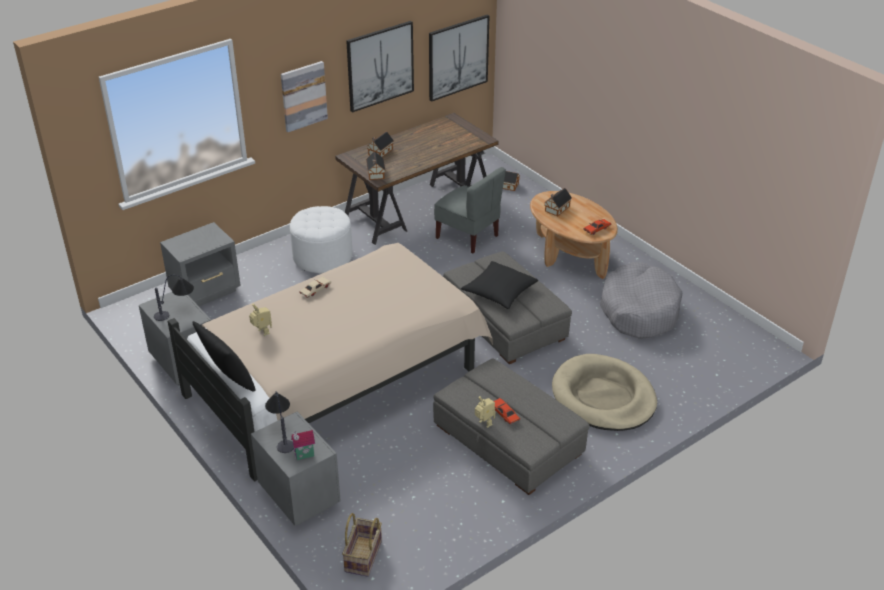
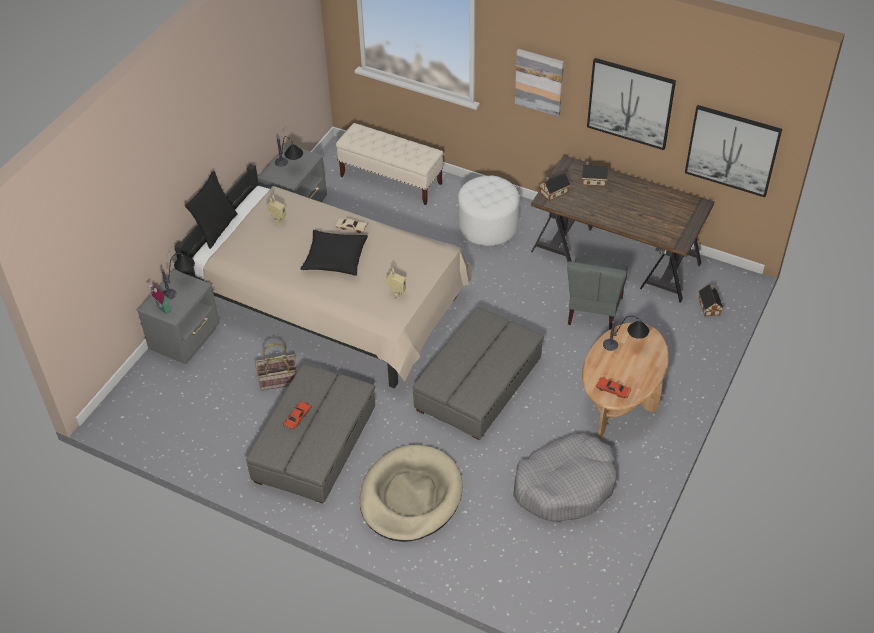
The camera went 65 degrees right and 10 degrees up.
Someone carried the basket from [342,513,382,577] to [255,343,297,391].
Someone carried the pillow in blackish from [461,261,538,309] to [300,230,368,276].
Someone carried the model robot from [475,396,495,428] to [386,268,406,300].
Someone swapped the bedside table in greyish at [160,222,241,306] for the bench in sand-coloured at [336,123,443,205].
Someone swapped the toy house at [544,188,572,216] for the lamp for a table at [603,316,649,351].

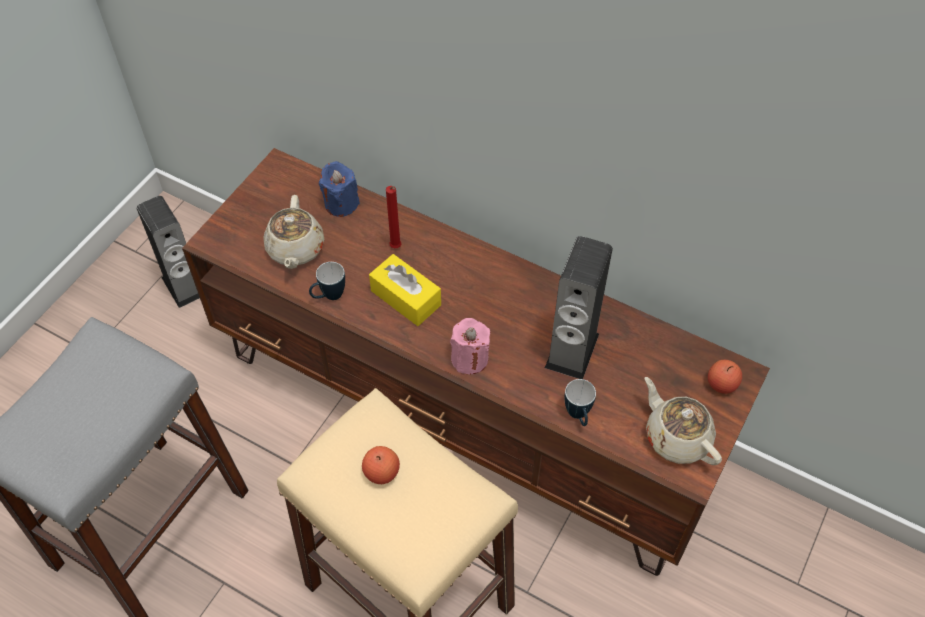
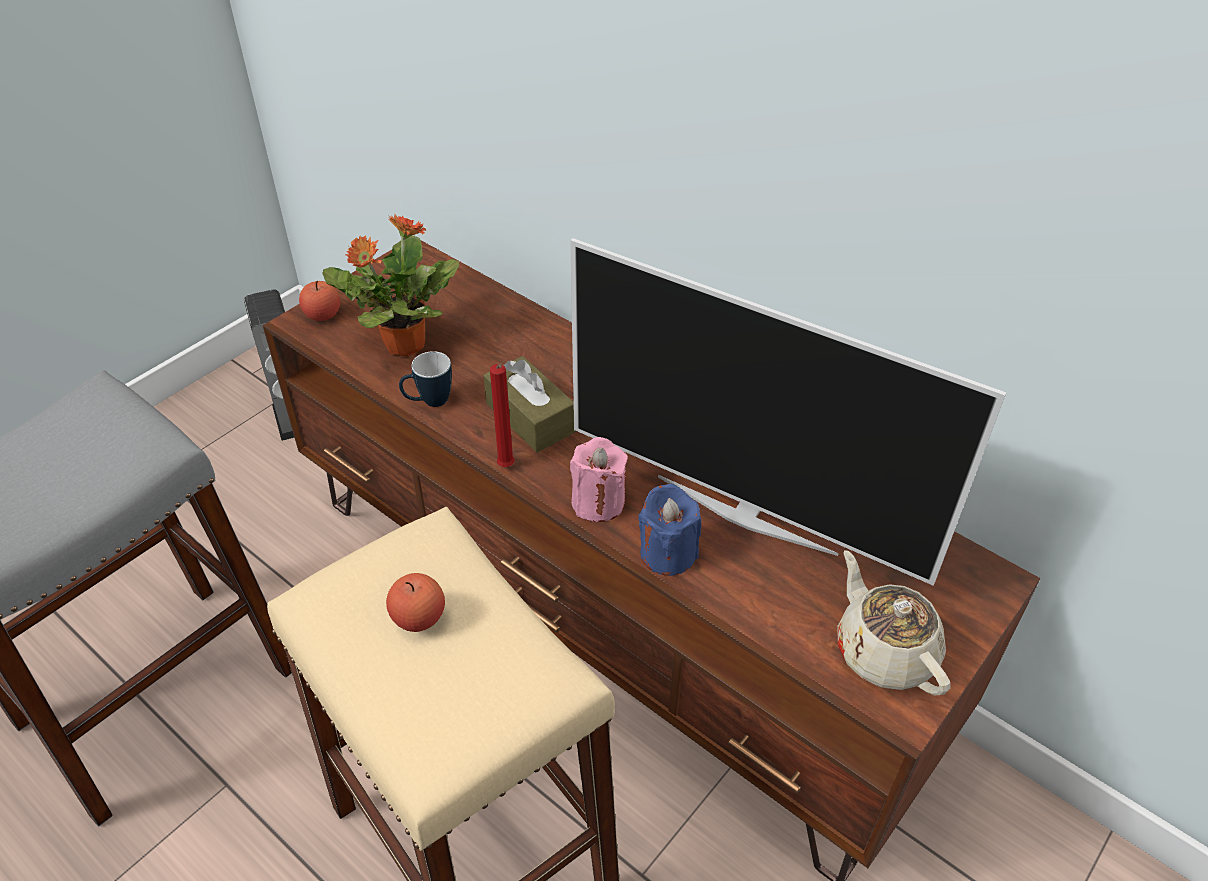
The camera went 10 degrees right and 10 degrees down.
Someone took away the mug at [565,379,596,426].
Someone carried the wax candle in blue from [319,161,360,217] to [638,484,701,576].
Someone carried the wax candle in red-coloured from [386,186,401,248] to [490,364,515,467].
Someone carried the apple from [708,360,742,394] to [299,281,340,321].
Someone swapped the teapot in sand-coloured at [263,195,324,269] for the houseplant at [322,215,459,357].
Someone swapped the loudspeaker at [545,236,613,379] for the television at [570,238,1006,586].
Someone repainted the box of tissues in yellow-coloured at [369,254,441,326], which became the box of tissues in brownish at [483,356,576,453].

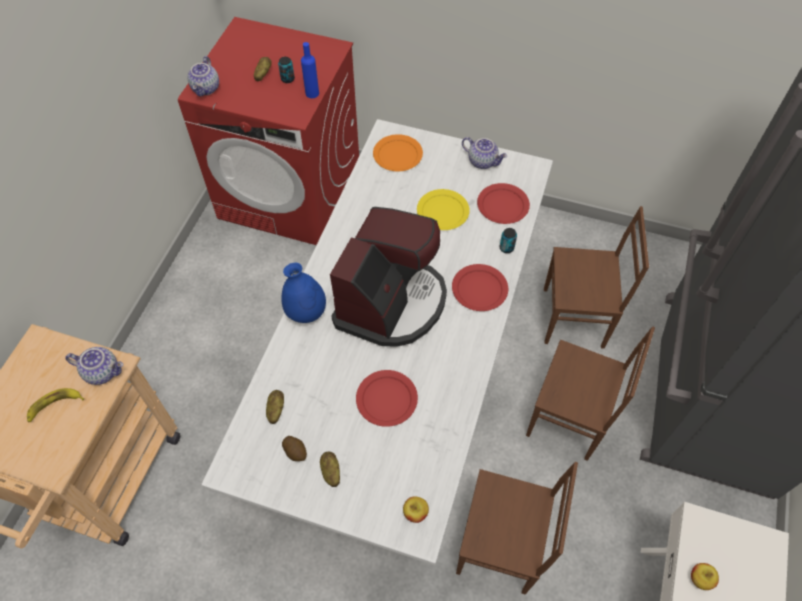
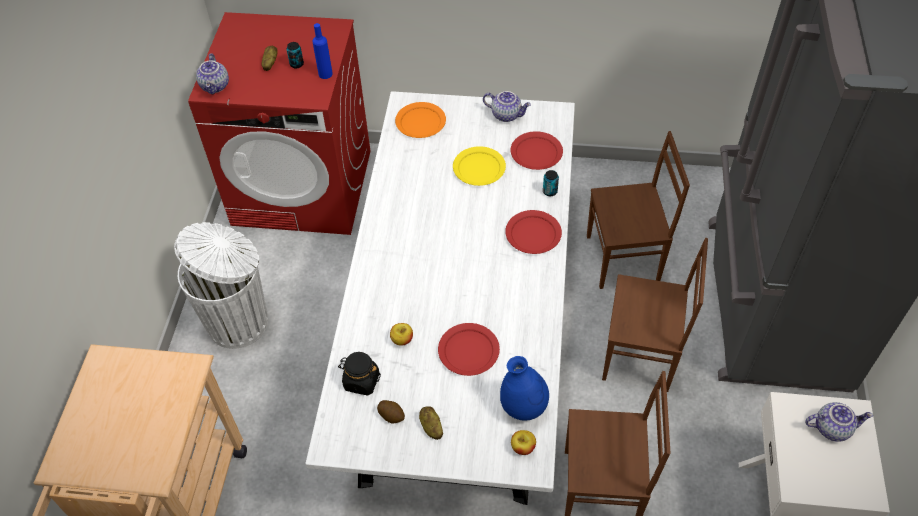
The camera went 10 degrees left and 5 degrees down.
Someone took away the banana at [27,388,84,422].
Someone took away the coffee brewer at [330,207,447,347].
Someone put down the trash can in whitish at [174,222,268,349].
Someone carried the teapot from [65,347,123,385] to [805,402,873,442].
Someone carried the flower vase in blue from [281,263,326,323] to [500,356,549,421].
Someone carried the apple from [691,563,719,590] to [390,323,413,346].
Someone swapped the whole potato at [266,390,284,424] for the jar in blackish at [338,352,381,396].

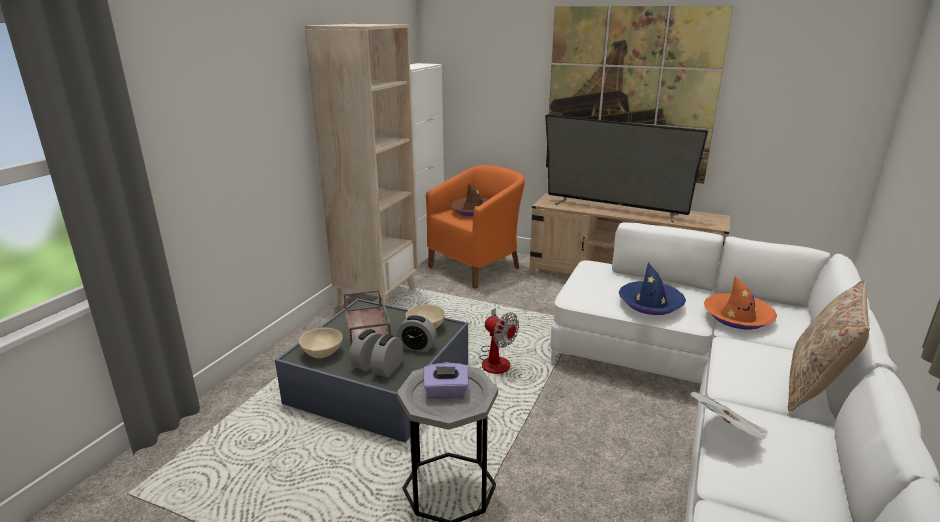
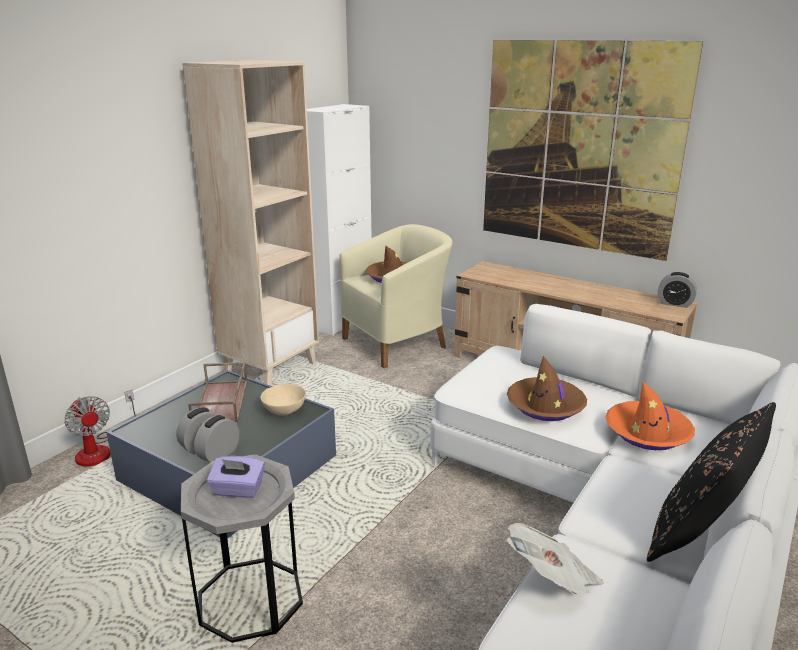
The camera went 10 degrees right and 0 degrees up.
Someone took away the deep dish in sand-coloured at [299,328,343,358].
Someone took away the television at [545,114,708,223].
Someone carried the alarm clock from [397,315,437,352] to [658,272,697,308].
Someone carried the cooling fan from [479,308,519,374] to [64,390,136,467].
Someone repainted the lounge chair in orange-coloured at [426,165,525,289], which became the lounge chair in sand-coloured at [339,224,452,368].
Someone repainted the clothing hat in blue at [619,263,686,315], which became the clothing hat in brownish at [507,356,587,421].
Someone repainted the pillow in sand-coloured at [788,280,870,412], which became the pillow in blackish at [647,402,776,562].

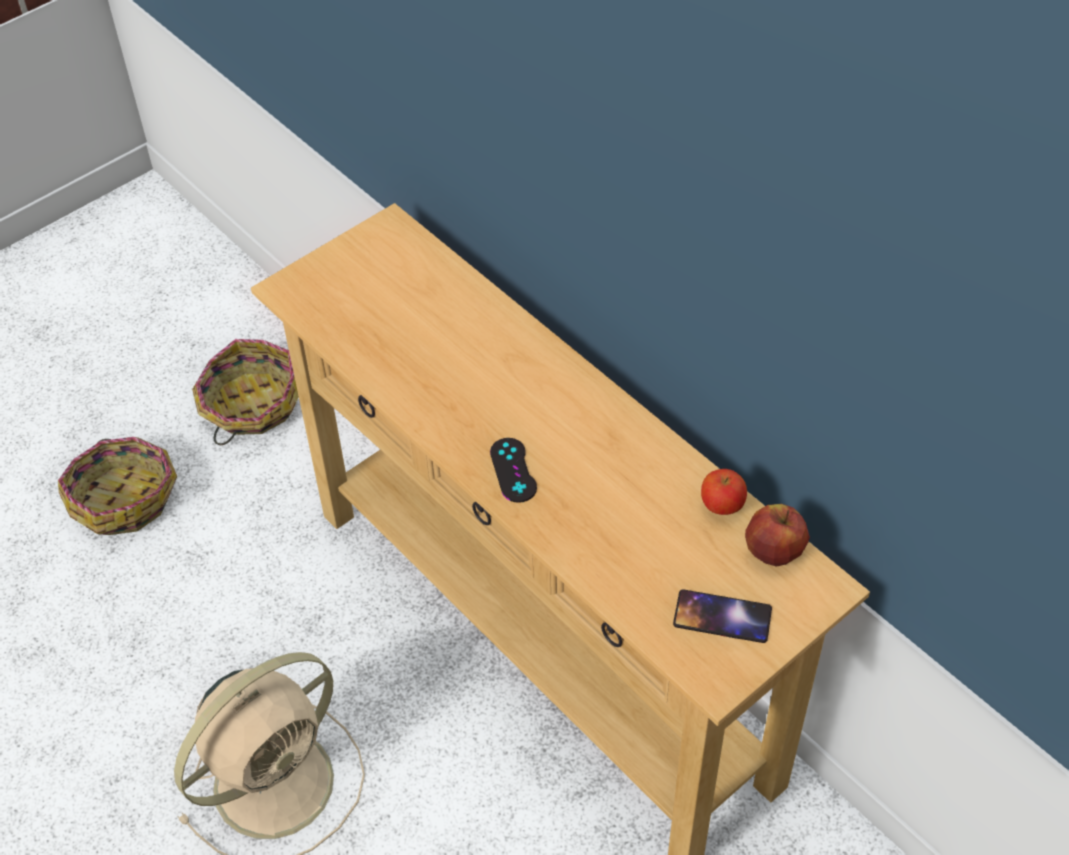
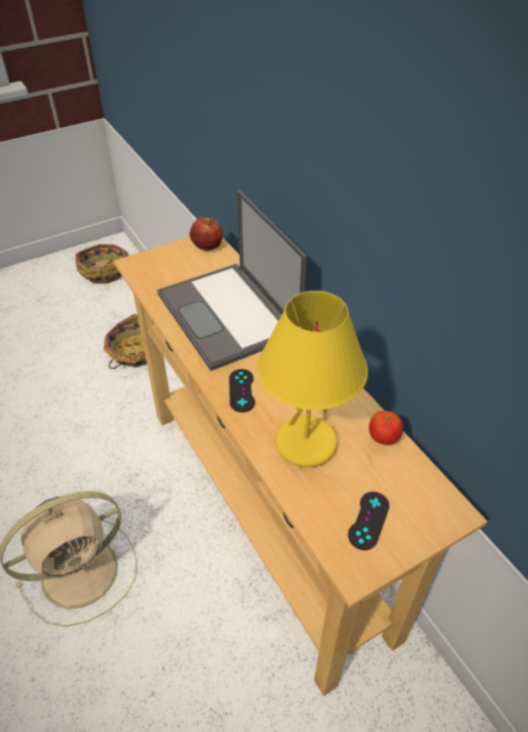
The camera went 10 degrees right and 5 degrees down.
Someone put down the laptop at [157,190,307,371].
Someone put down the lamp for a table in yellow-coloured at [257,291,368,467].
Someone carried the basket from [58,437,177,535] to [75,244,129,284].
Someone carried the apple from [745,504,810,567] to [189,218,223,250].
Someone swapped the handset at [673,589,772,643] for the gamepad in blackish at [348,492,390,550].

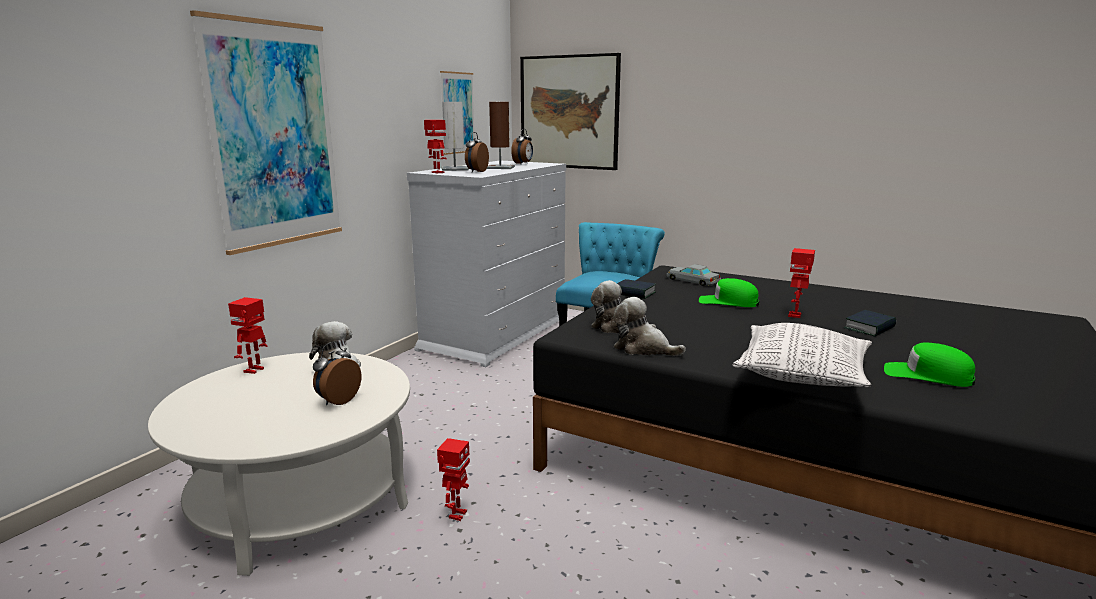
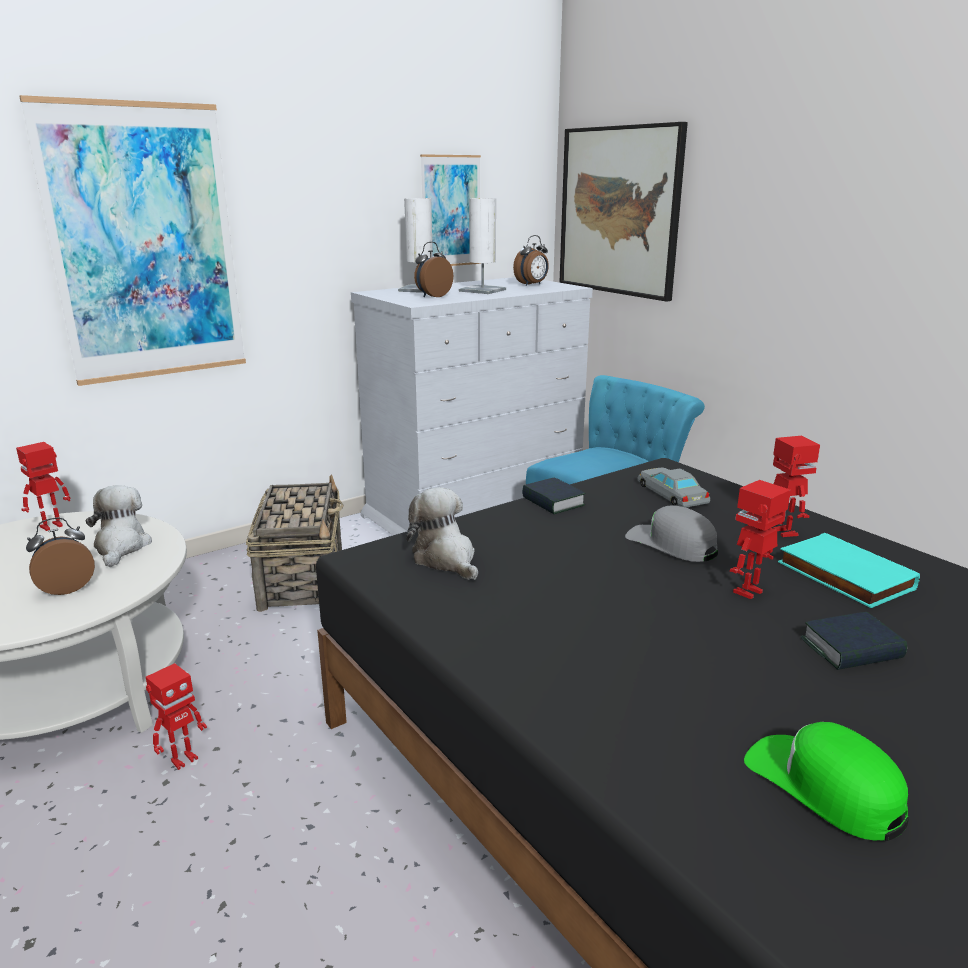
The camera went 25 degrees right and 5 degrees up.
Someone took away the plush toy at [613,297,686,356].
Someone took away the pillow at [733,323,872,387].
Someone put down the basket at [246,475,344,612].
Someone put down the volume in turquoise at [778,533,920,608].
Someone carried the model robot from [424,120,447,173] to [773,436,820,537].
Someone repainted the lamp for a table in brownish at [487,102,515,169], which became the lamp for a table in whitish at [459,198,506,294].
Someone repainted the baseball cap in green at [699,278,759,307], which became the baseball cap in greyish at [625,505,718,562].

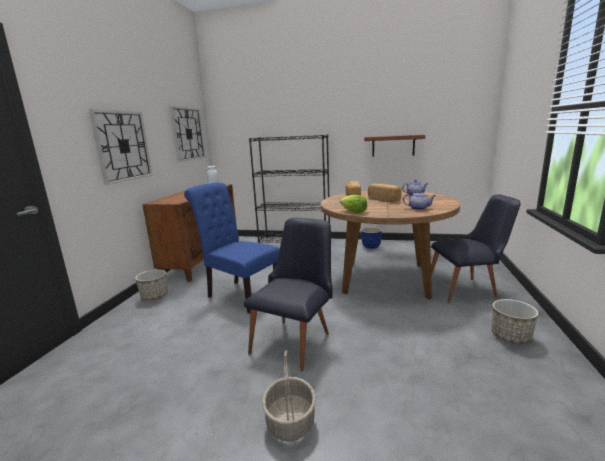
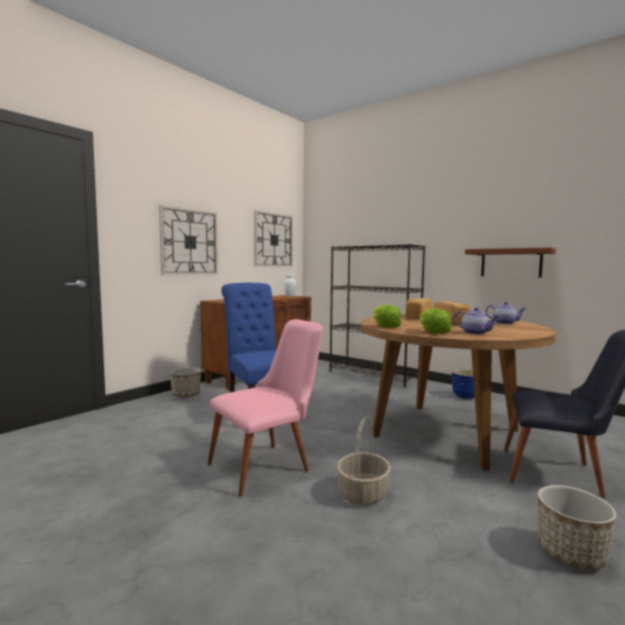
The camera went 25 degrees right and 10 degrees down.
Someone put down the lettuce head at [420,308,451,334].
Someone carried the basket from [262,350,316,442] to [337,416,391,506].
Someone repainted the chair in blackish at [244,218,333,371], which became the chair in pinkish at [207,319,323,497].

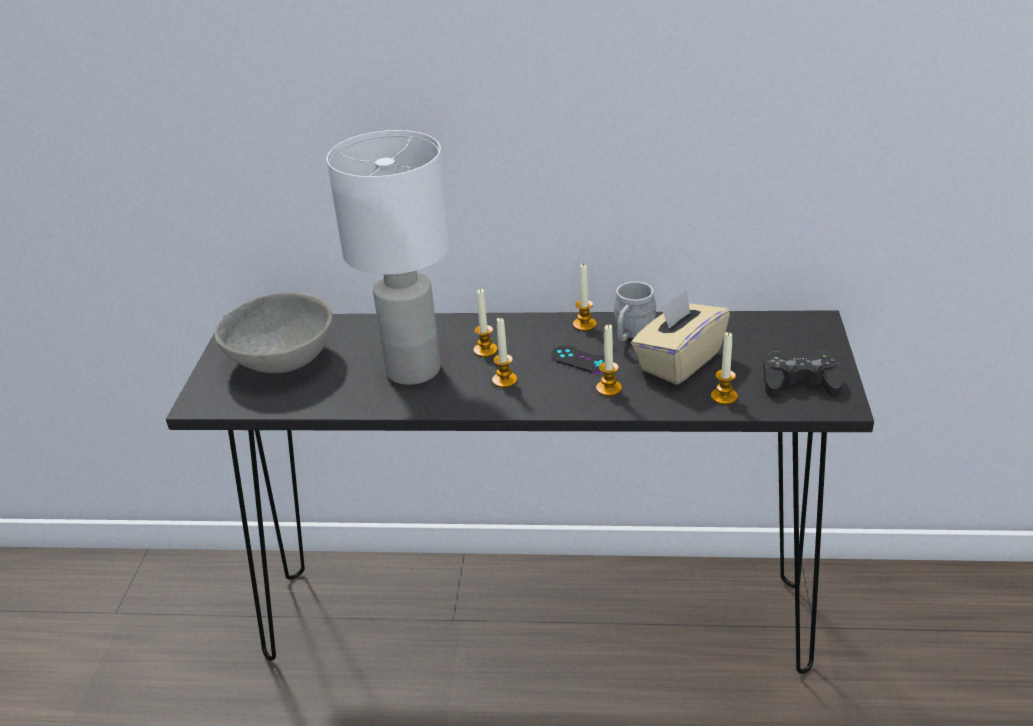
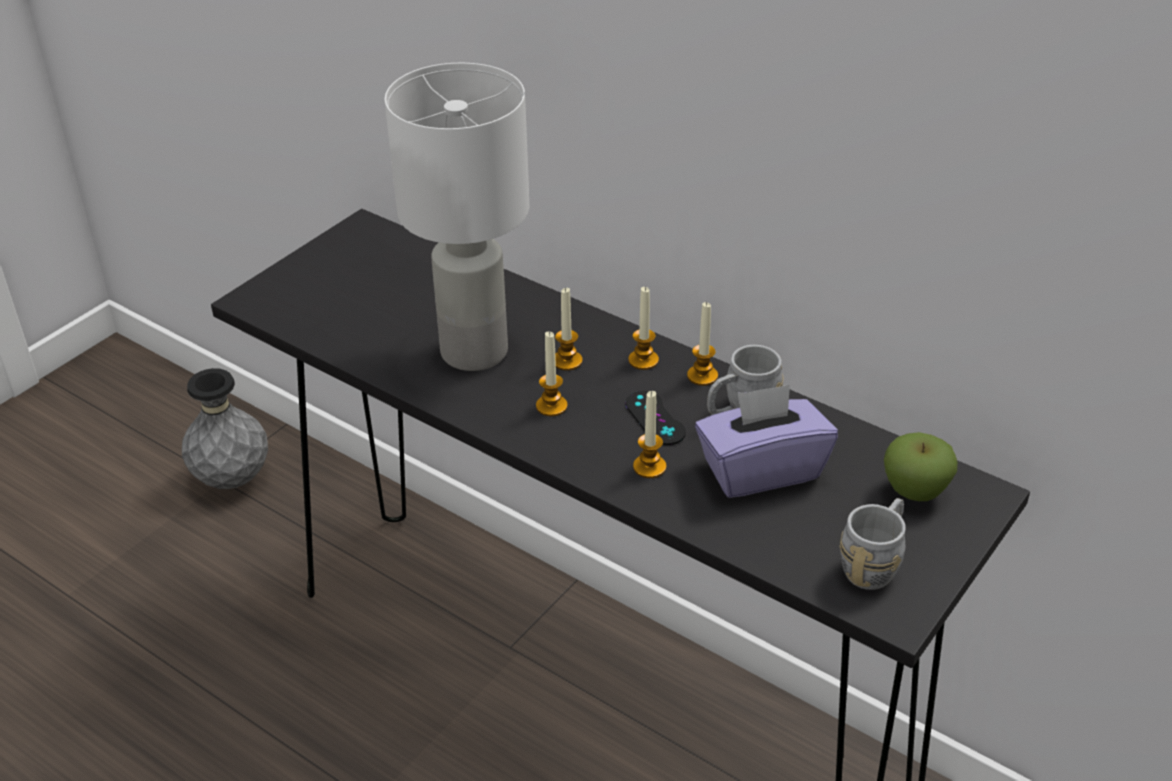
The camera went 30 degrees right and 5 degrees up.
Someone took away the deep dish in greyish at [214,293,333,373].
Someone put down the flower vase in greyish at [182,368,268,489].
Someone put down the apple at [884,432,958,501].
Someone carried the wax candle from [711,331,738,405] to [628,286,659,370].
Someone swapped the gamepad in blackish at [763,351,843,398] for the mug in greyish at [840,498,906,590].
Someone repainted the box of tissues in sand-coloured at [631,289,730,385], which became the box of tissues in purplish at [695,384,838,498].

